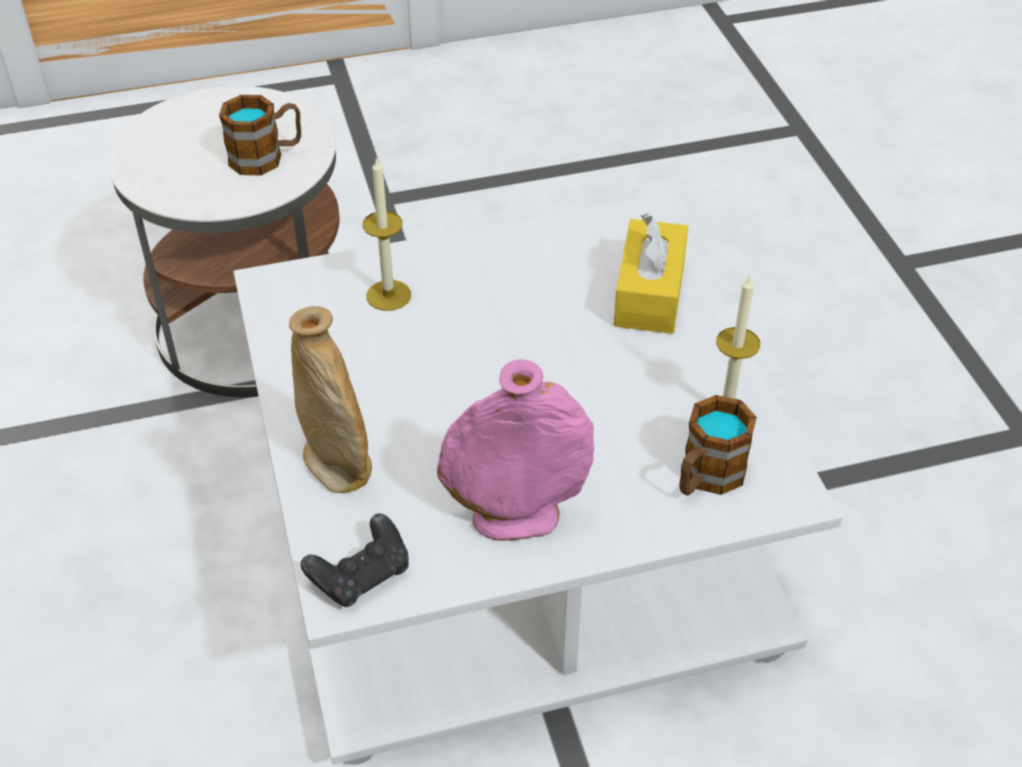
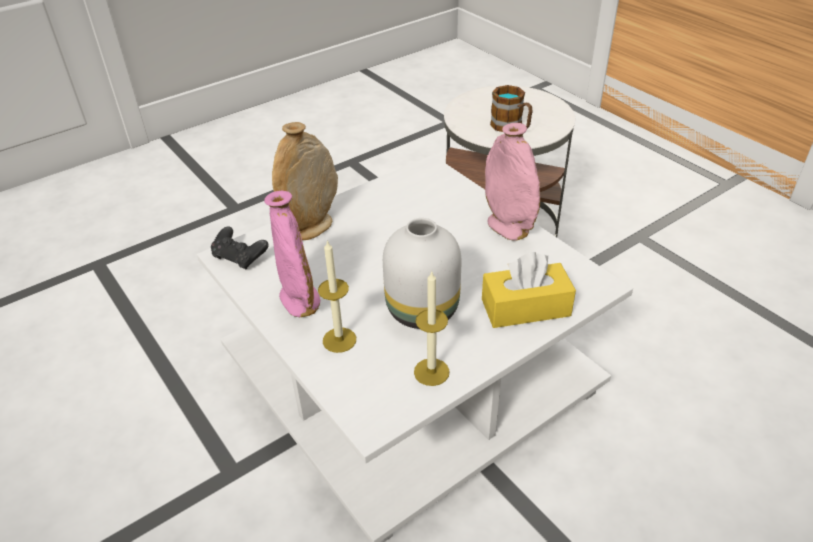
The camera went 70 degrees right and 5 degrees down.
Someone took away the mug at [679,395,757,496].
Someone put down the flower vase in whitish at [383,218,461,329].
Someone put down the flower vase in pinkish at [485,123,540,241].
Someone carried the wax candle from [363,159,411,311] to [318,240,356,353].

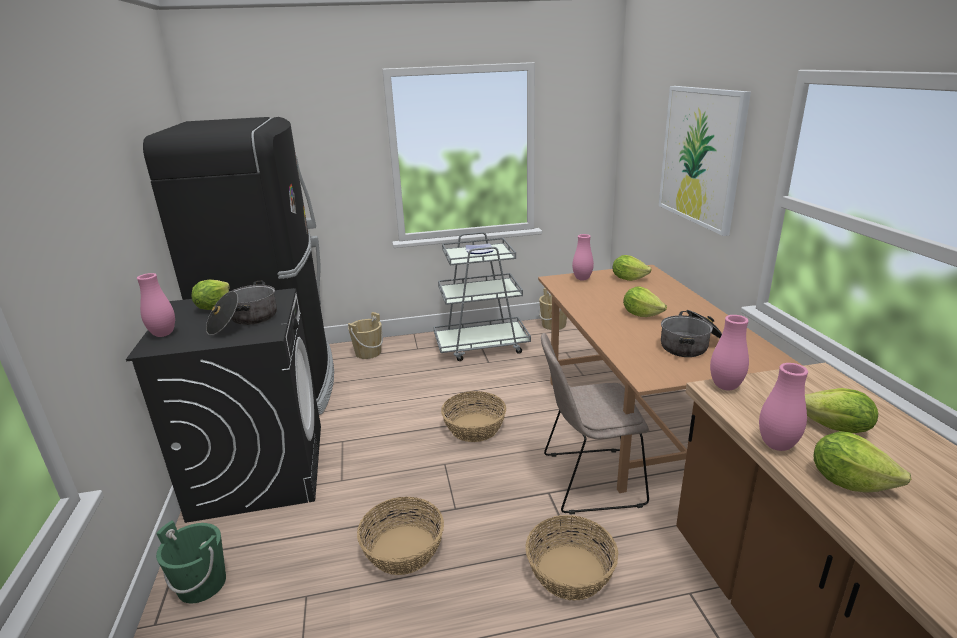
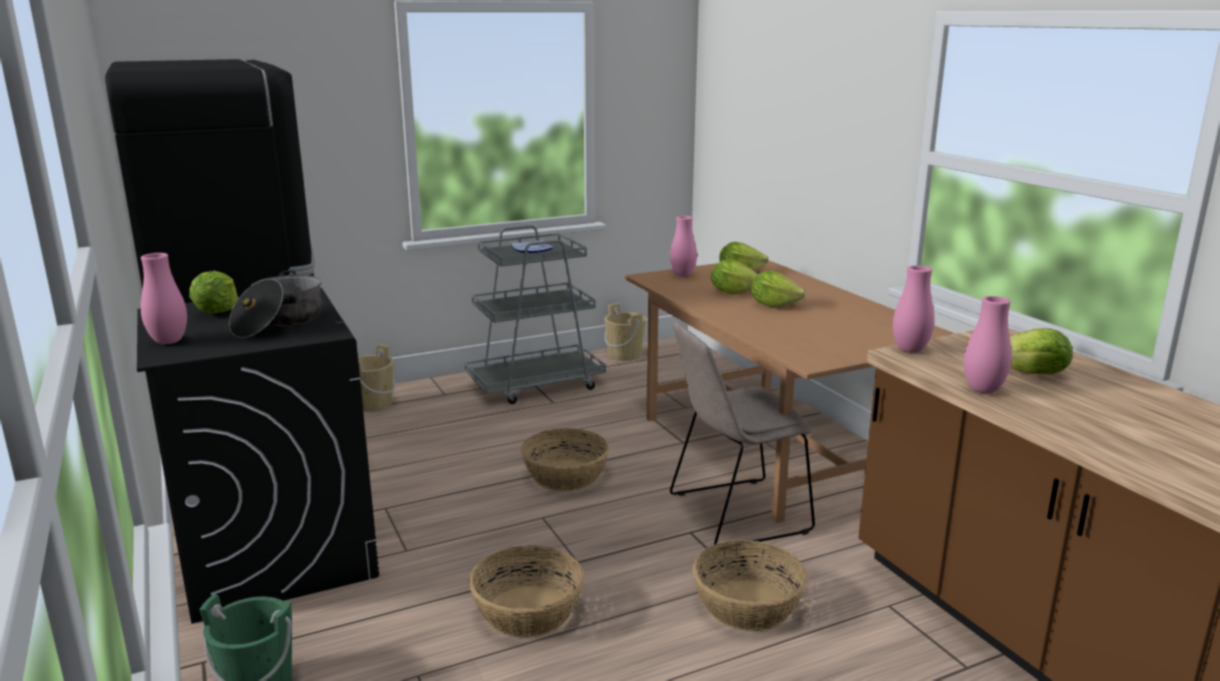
The camera went 15 degrees left and 5 degrees down.
Someone took away the picture at [659,86,751,236].
Someone took away the stockpot at [661,310,722,357].
Someone carried the lettuce head from [814,431,911,493] to [711,259,758,295].

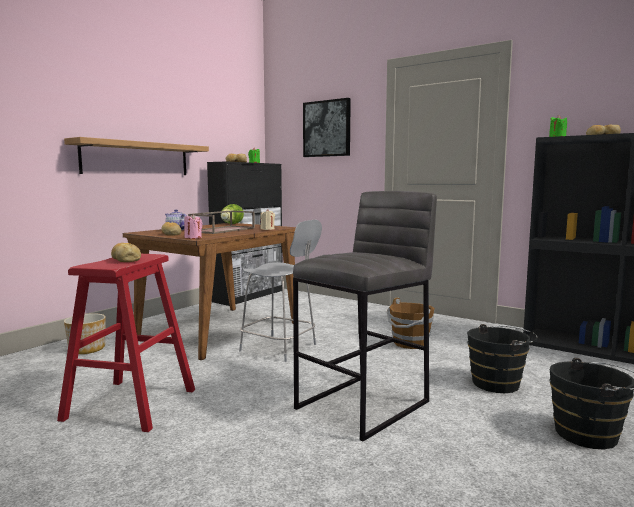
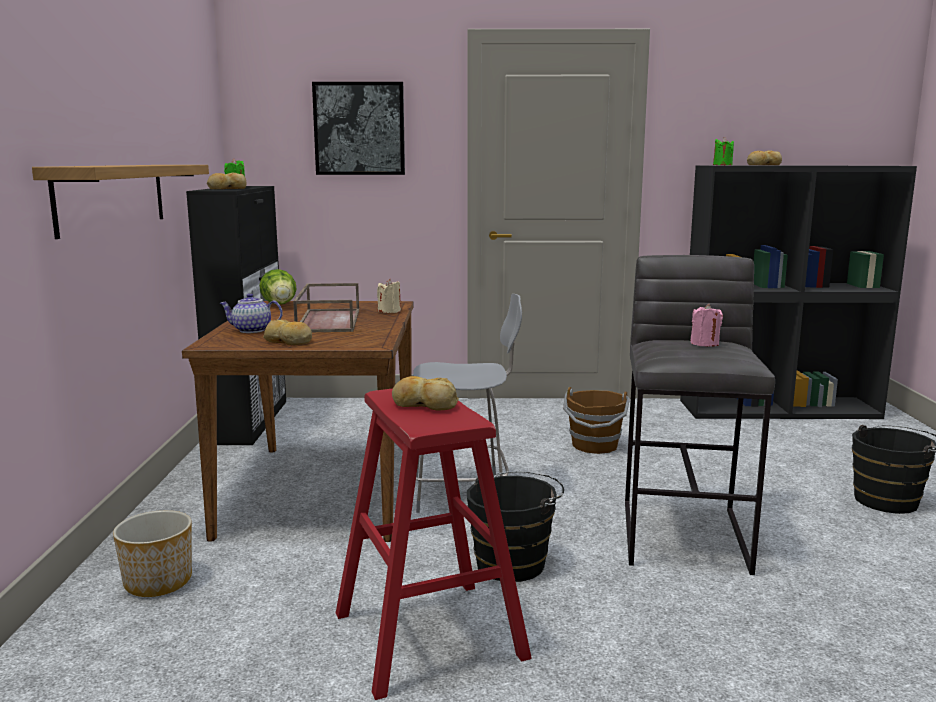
The camera went 35 degrees left and 5 degrees up.
Someone carried the wax candle in pinkish from [184,214,203,239] to [690,304,723,347].
Someone carried the bucket in blackish from [467,324,537,393] to [467,471,564,582].

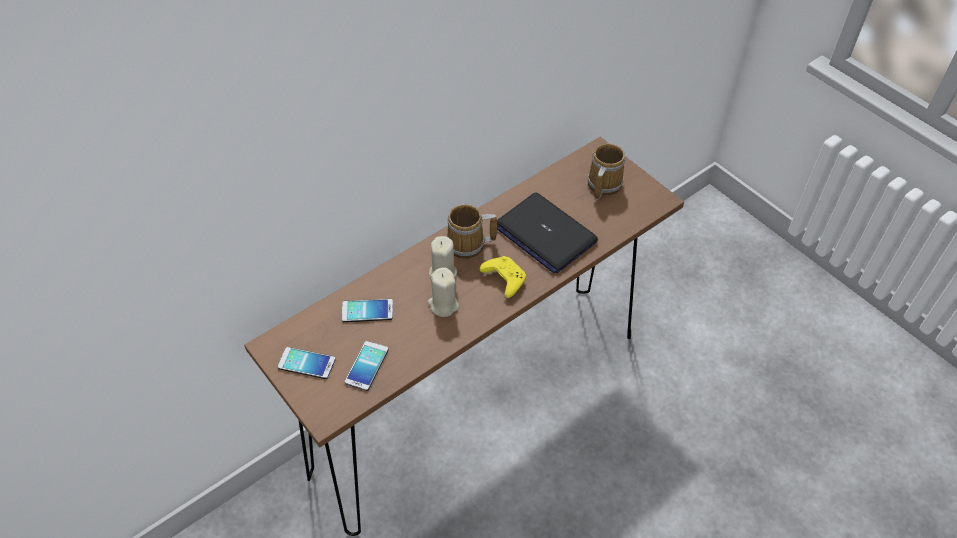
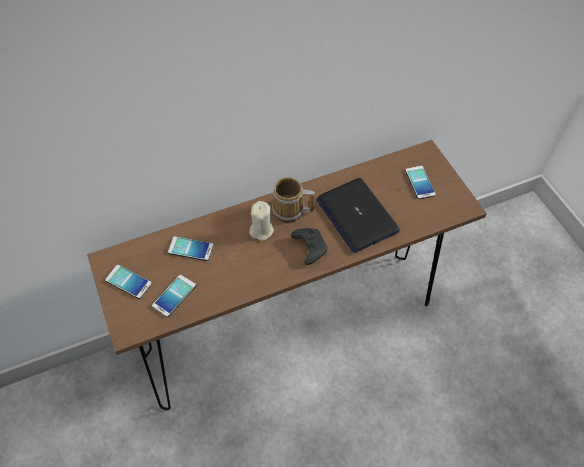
The camera went 15 degrees right and 5 degrees up.
Someone took away the wax candle in sand-coloured at [428,267,459,317].
Someone swapped the mug at [588,143,626,200] for the handset at [405,166,436,199].
Someone repainted the gamepad in yellow-coloured at [480,256,526,298], which became the gamepad in blackish at [291,228,328,265].

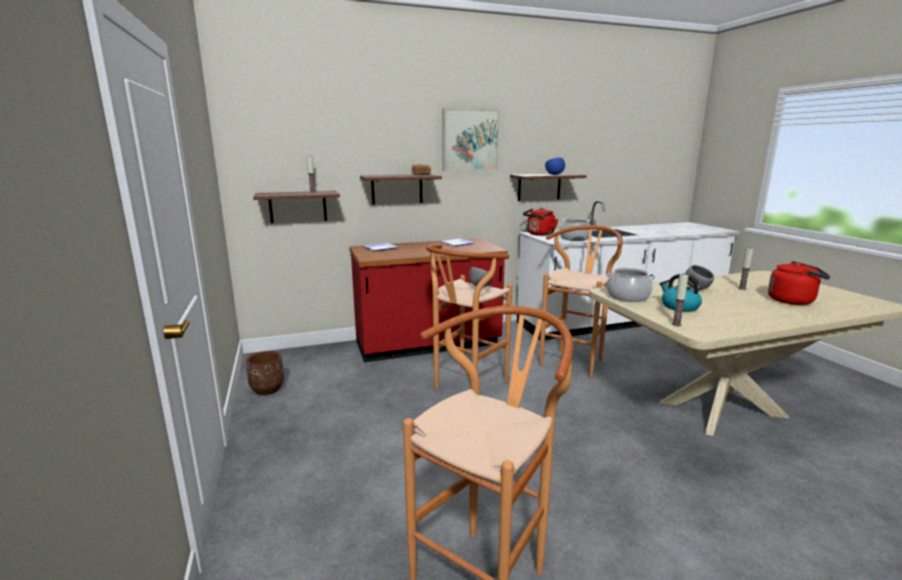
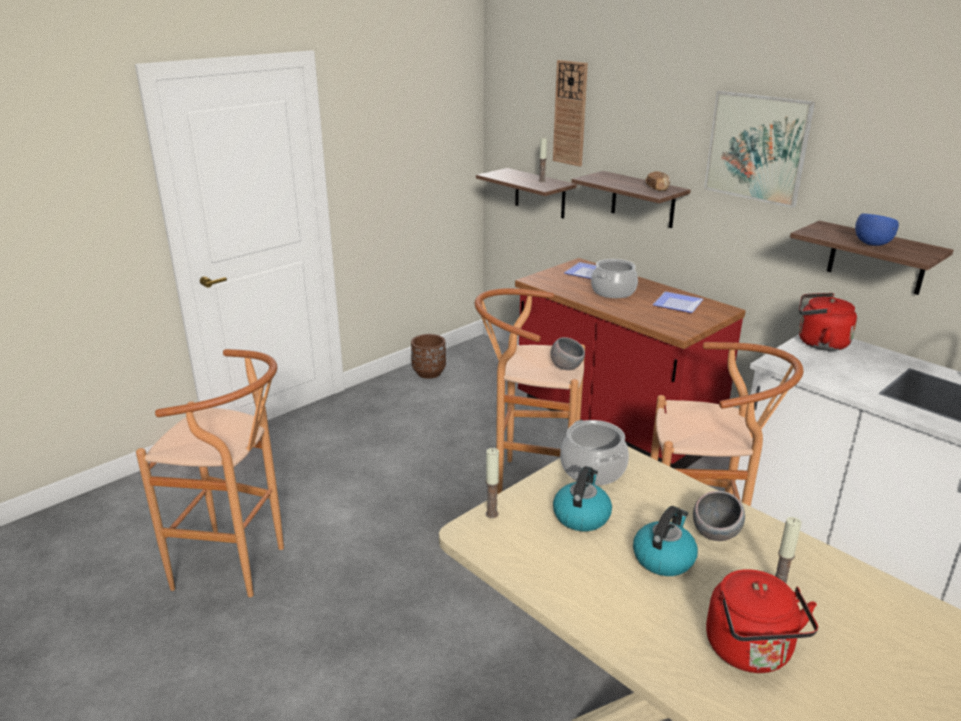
The camera went 65 degrees right and 10 degrees up.
Someone put up the wall clock at [553,60,588,167].
Someone put down the tea kettle at [633,506,698,576].
Someone carried the stockpot from [560,218,590,241] to [591,259,638,298].

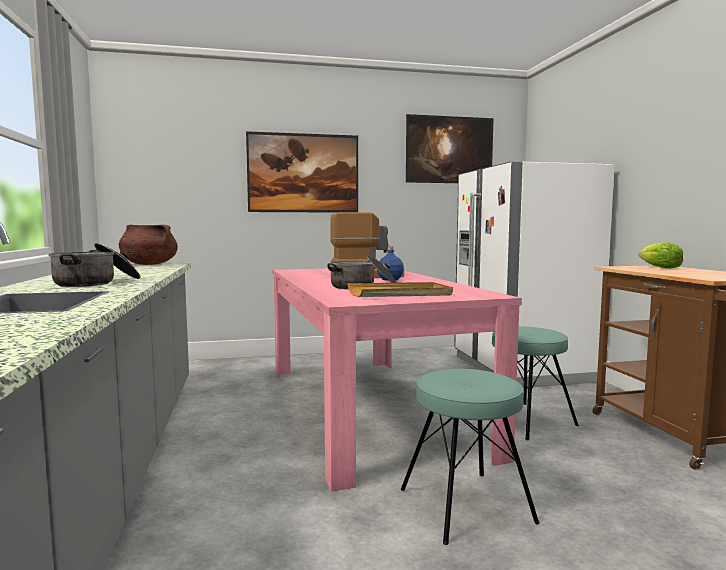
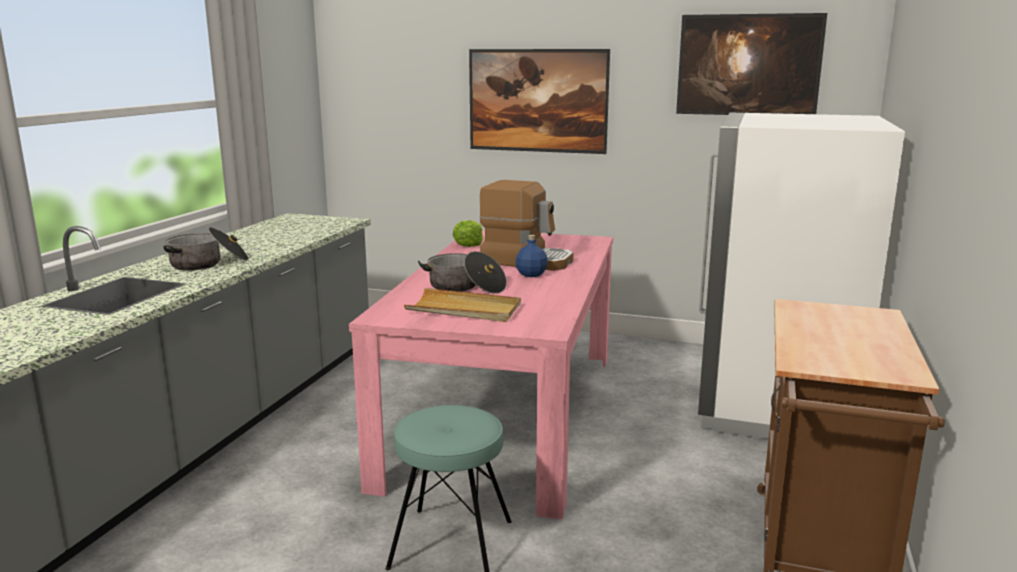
The camera went 30 degrees right and 10 degrees up.
Someone took away the stockpot in brownish at [119,224,178,265].
Someone took away the stool in turquoise at [492,327,579,440].
Someone carried the lettuce head from [639,242,683,269] to [453,220,483,247].

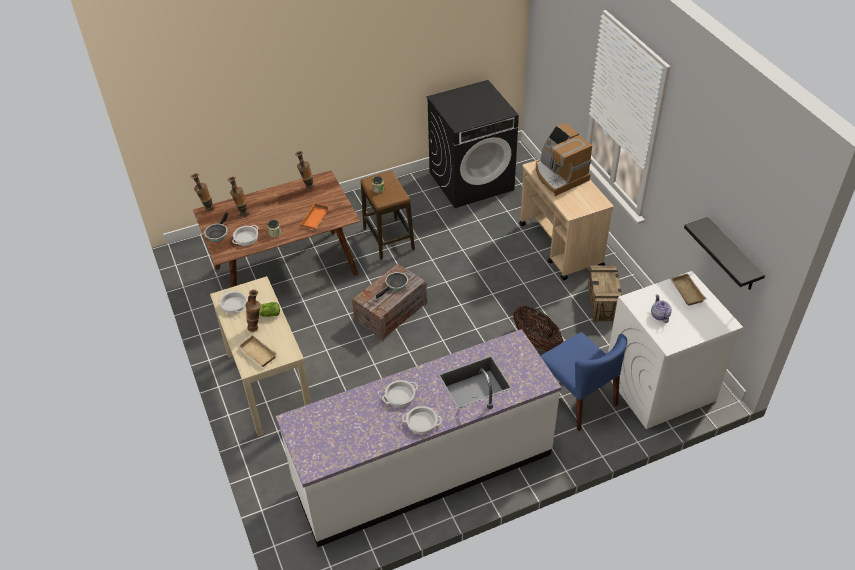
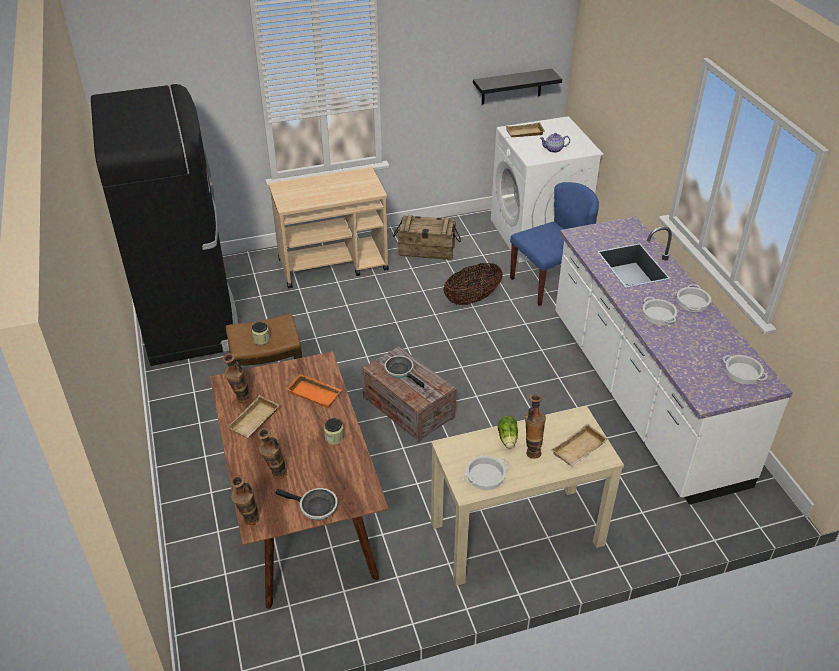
The camera went 85 degrees left and 5 degrees down.
Someone took away the coffee brewer at [536,123,592,196].
Someone put down the serving tray in sand-coloured at [227,395,280,438].
Someone carried the stockpot from [232,225,258,246] to [722,355,768,384].
Someone swapped the washing machine in blackish at [427,80,519,208] for the refrigerator in blackish at [91,84,238,366].

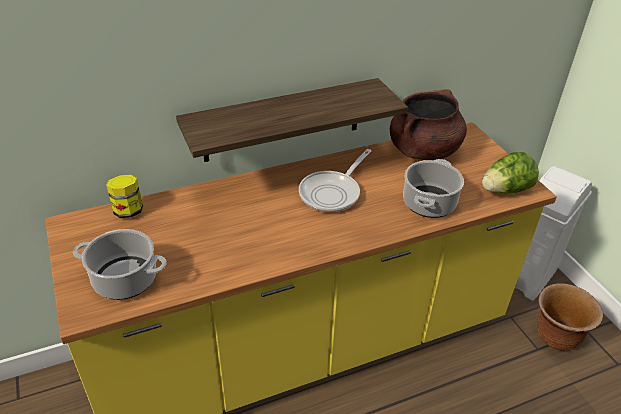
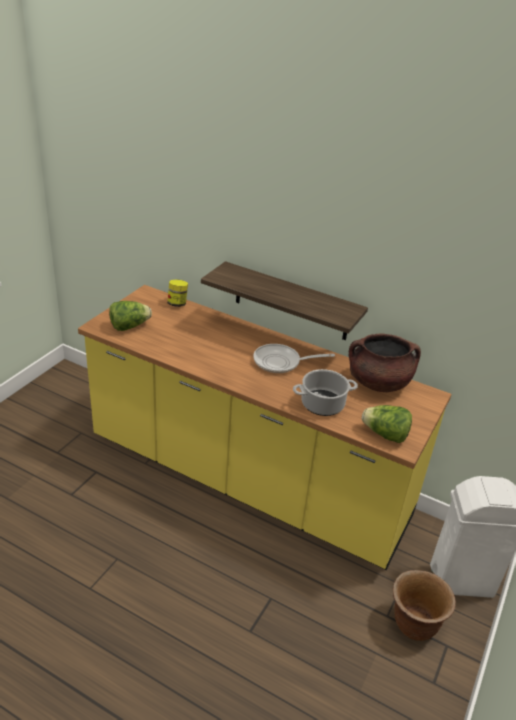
The camera went 50 degrees right and 5 degrees down.
Someone swapped the stockpot at [73,229,167,300] for the lettuce head at [109,301,152,331].

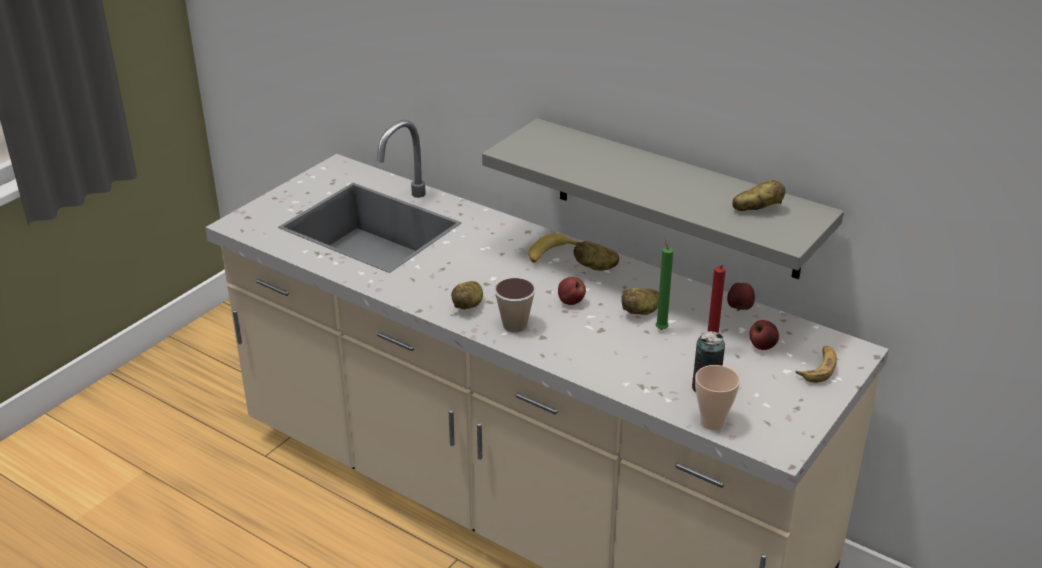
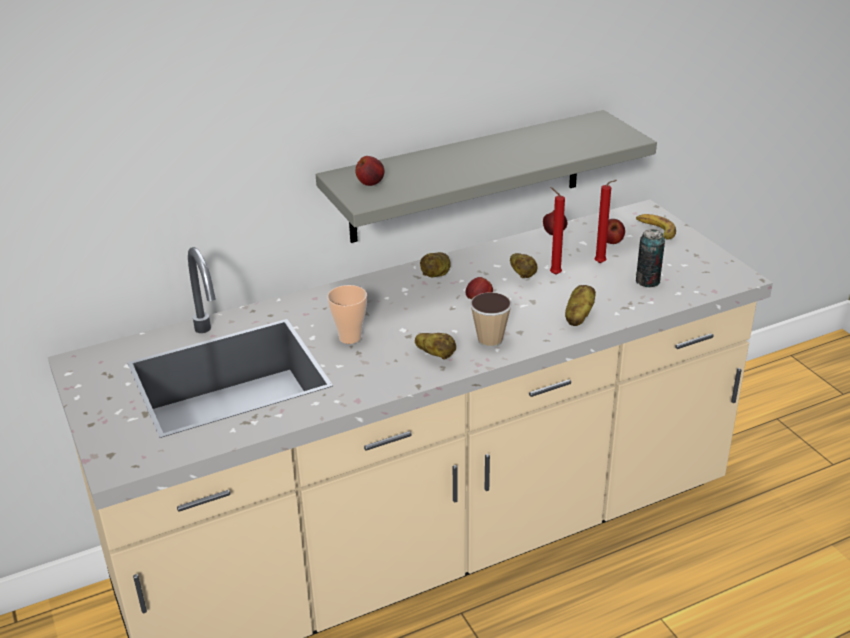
The camera went 60 degrees left and 0 degrees up.
Someone took away the banana at [528,233,581,263].
Someone put down the apple at [355,156,384,186].
Someone carried the small cup from [695,365,740,430] to [327,285,367,344].
Someone carried the whole potato from [732,180,786,211] to [565,285,596,326].
Someone repainted the wax candle in green at [656,235,673,330], which became the wax candle in red-coloured at [550,187,565,275].

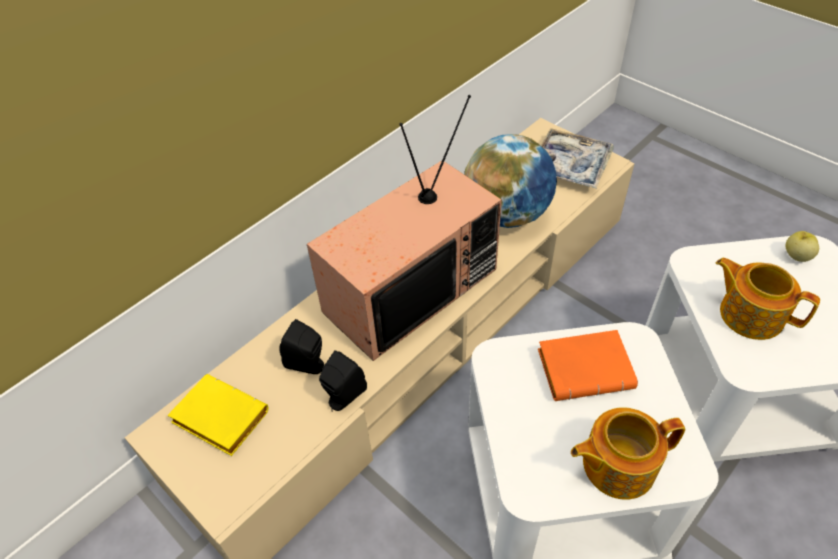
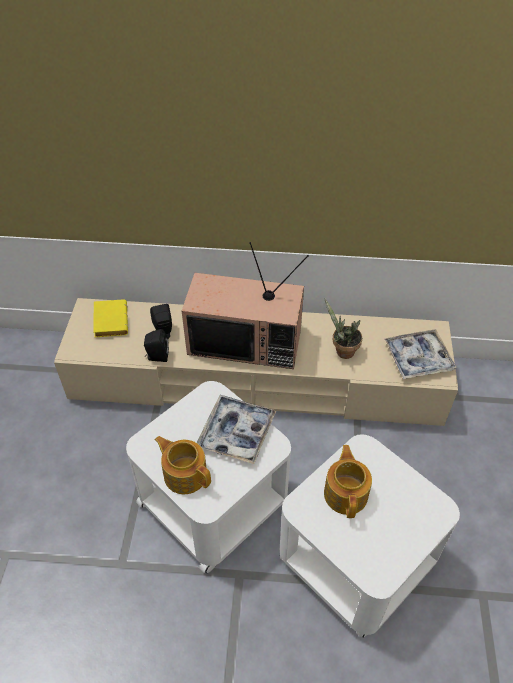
The camera went 50 degrees right and 0 degrees up.
Someone took away the apple at [786,231,819,262].
Someone swapped the desk globe at [465,134,557,228] for the houseplant at [325,299,362,359].
Someone swapped the volume in orange-coloured at [538,330,638,401] for the serving tray at [197,395,276,464].

